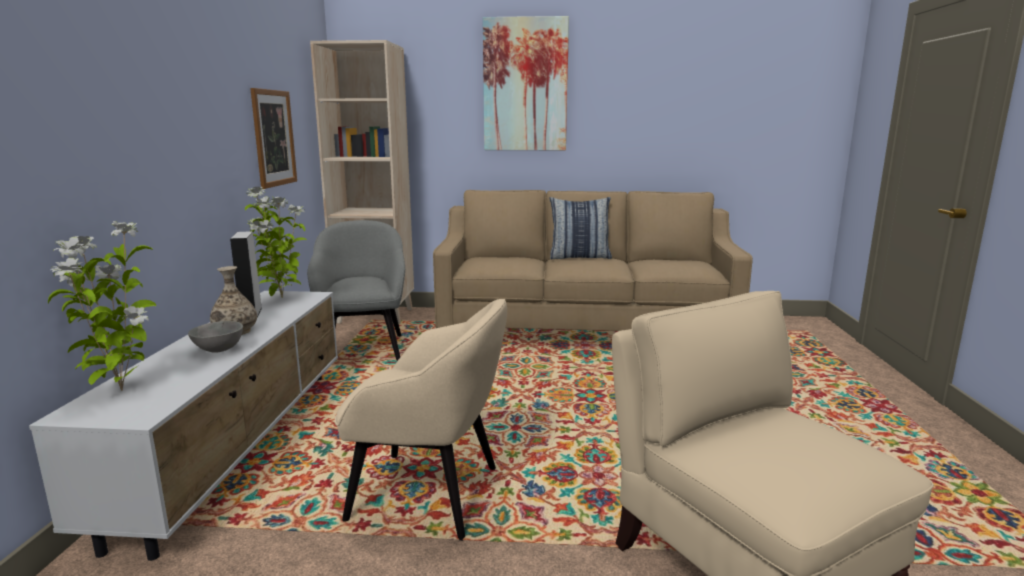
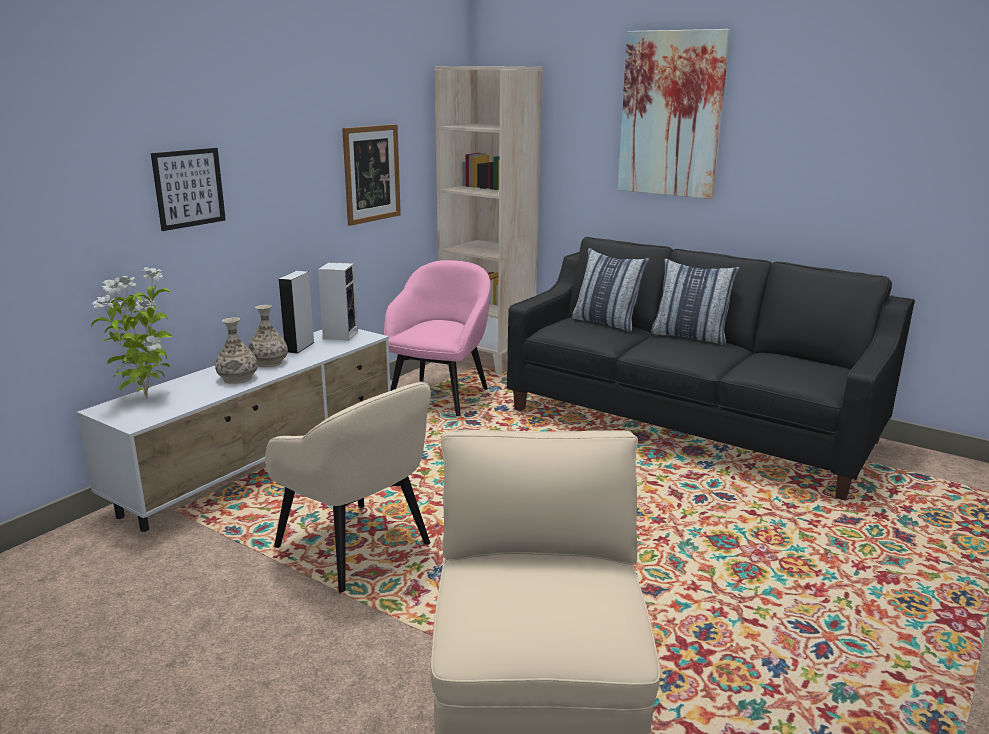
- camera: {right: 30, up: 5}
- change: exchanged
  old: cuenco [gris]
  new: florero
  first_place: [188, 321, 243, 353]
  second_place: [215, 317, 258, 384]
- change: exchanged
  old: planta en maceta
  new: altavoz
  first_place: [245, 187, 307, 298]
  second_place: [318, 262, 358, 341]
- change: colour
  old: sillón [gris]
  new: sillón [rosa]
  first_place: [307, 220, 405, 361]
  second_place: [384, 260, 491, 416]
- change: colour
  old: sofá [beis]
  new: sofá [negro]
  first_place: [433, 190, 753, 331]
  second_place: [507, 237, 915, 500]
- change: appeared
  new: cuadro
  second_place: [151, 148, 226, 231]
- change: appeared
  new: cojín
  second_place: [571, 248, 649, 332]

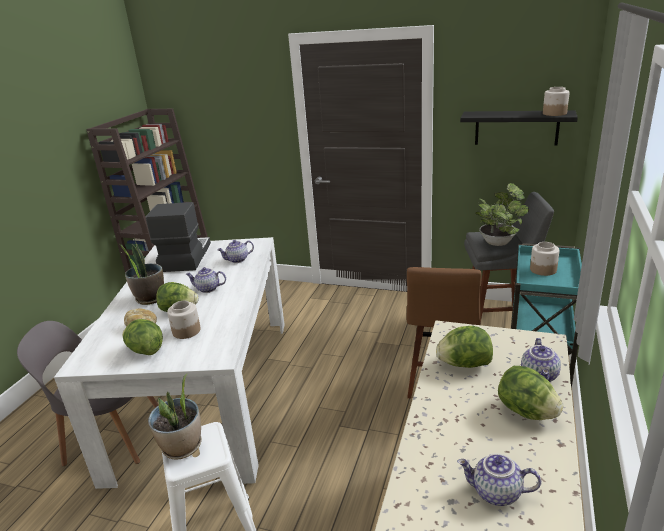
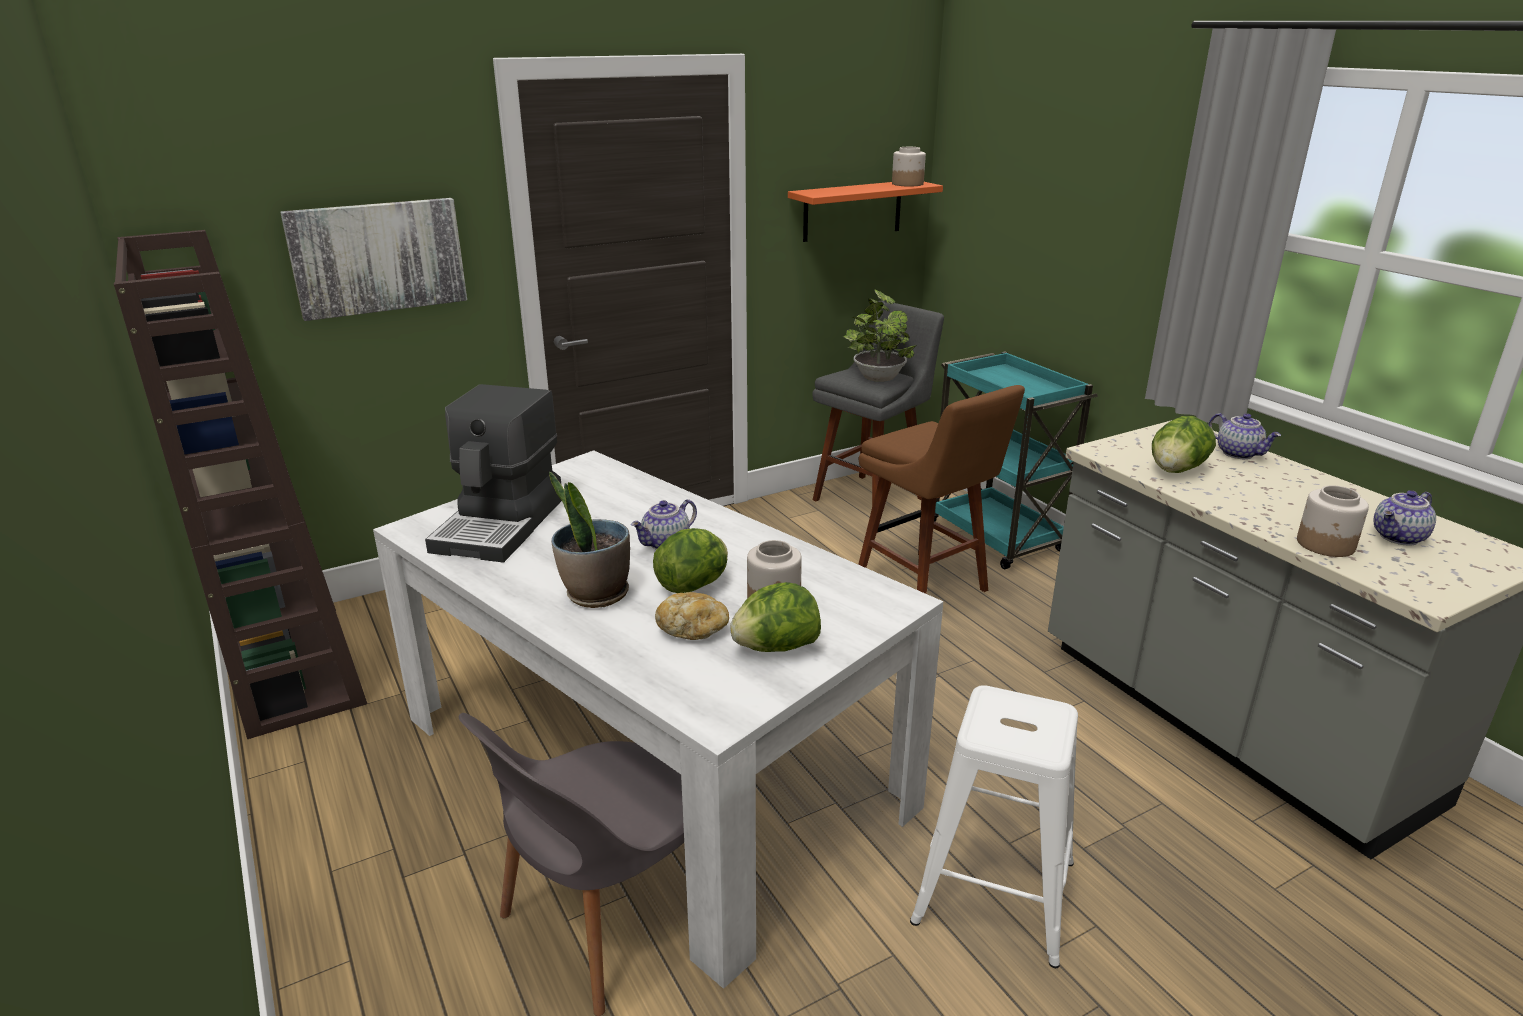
- camera: {right: -50, up: 0}
- change: spun
  old: cafetera
  first_place: [146, 202, 211, 272]
  second_place: [425, 384, 562, 563]
  degrees: -120
- change: missing
  old: planta en maceta
  first_place: [148, 373, 202, 459]
- change: missing
  old: tetera
  first_place: [217, 240, 254, 263]
- change: colour
  old: estante [negro]
  new: estante [naranja]
  first_place: [460, 110, 578, 146]
  second_place: [788, 182, 943, 242]
- change: missing
  old: lechuga
  first_place: [498, 366, 563, 420]
- change: relocated
  old: tarro
  first_place: [530, 242, 560, 276]
  second_place: [1297, 485, 1369, 557]
- change: appeared
  new: cuadro
  second_place: [280, 198, 467, 321]

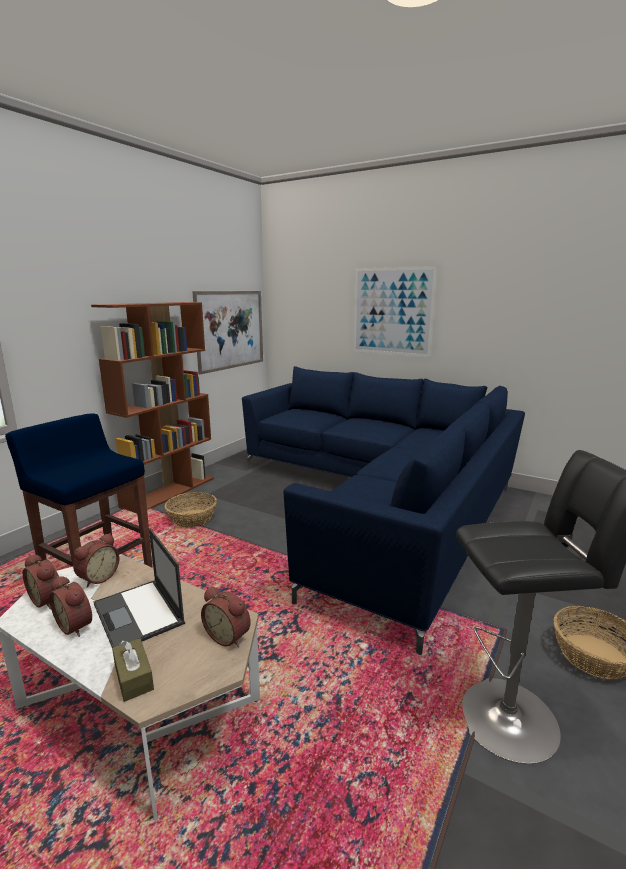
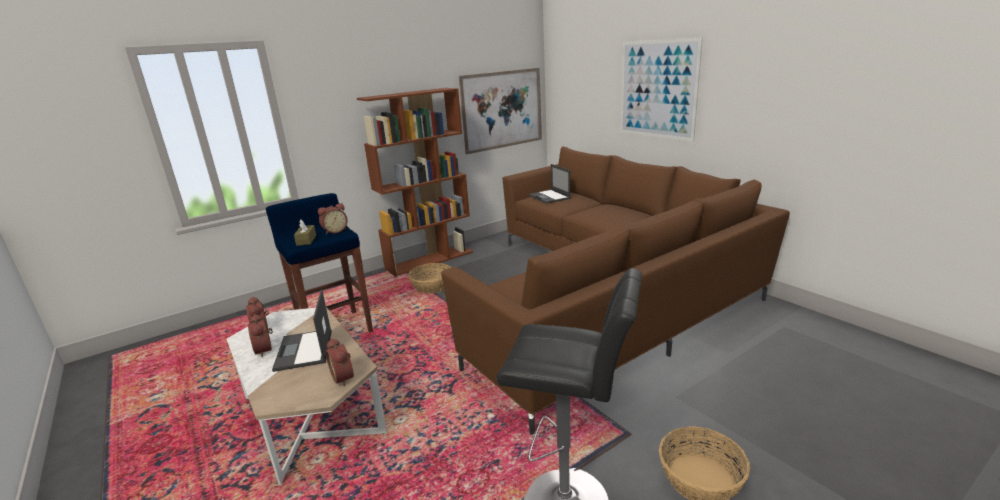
- camera: {right: 25, up: 5}
- change: relocated
  old: despertador
  first_place: [73, 533, 120, 588]
  second_place: [318, 203, 347, 235]
- change: relocated
  old: caja de pañuelos [marrón]
  first_place: [112, 638, 154, 702]
  second_place: [294, 220, 316, 246]
- change: colour
  old: sofá [azul]
  new: sofá [marrón]
  first_place: [242, 366, 525, 655]
  second_place: [441, 147, 790, 435]
- change: appeared
  new: portátil
  second_place: [529, 164, 571, 204]

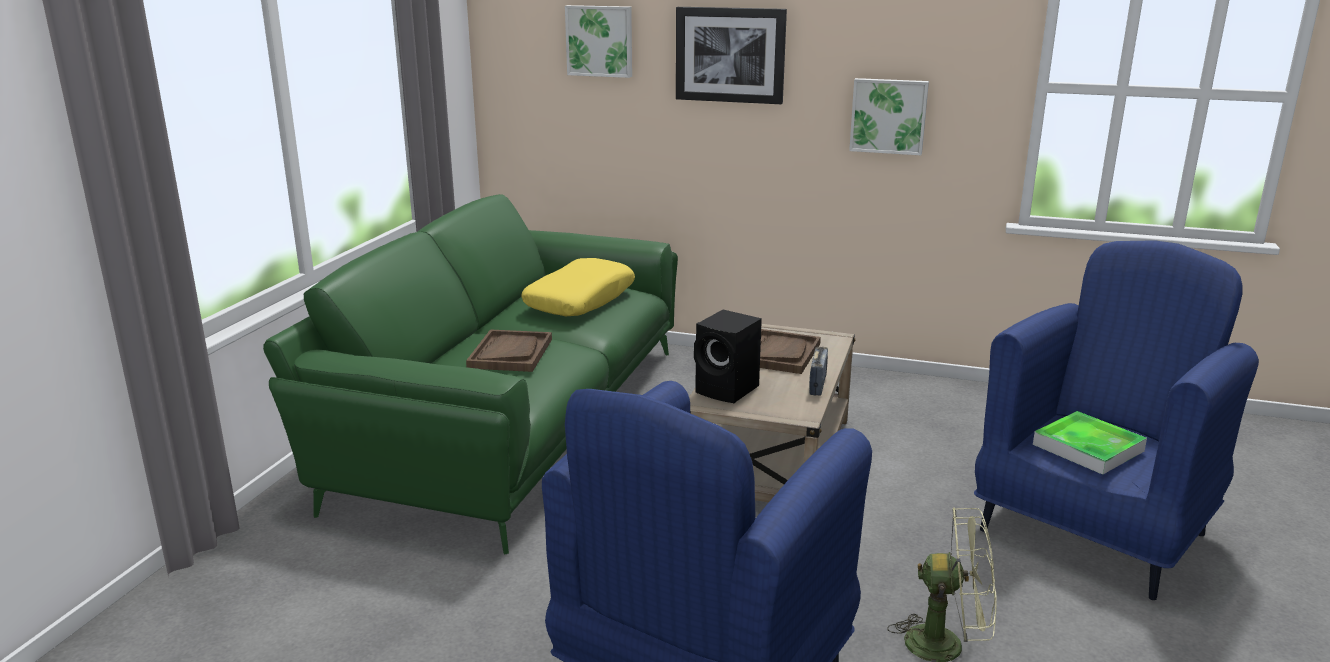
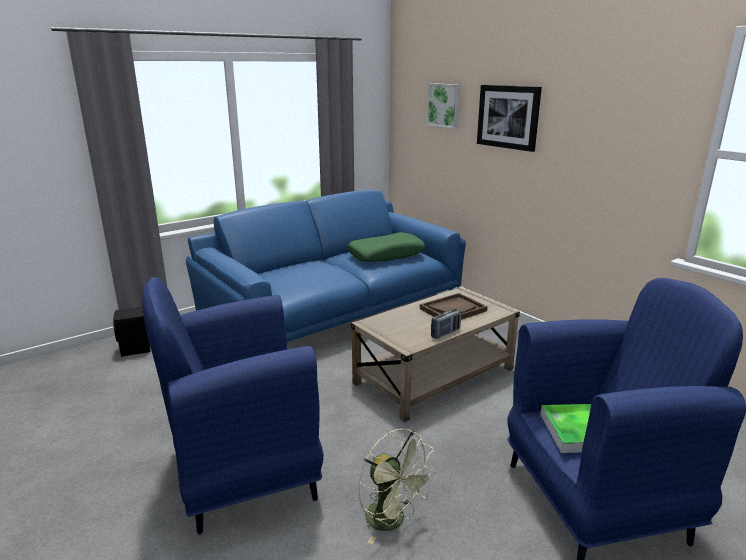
- camera: {right: 35, up: 0}
- change: colour
  old: sofá [verde]
  new: sofá [azul]
  first_place: [263, 194, 678, 554]
  second_place: [186, 190, 466, 342]
- change: missing
  old: bandeja [marrón]
  first_place: [466, 329, 552, 372]
- change: colour
  old: cojín [amarillo]
  new: cojín [verde]
  first_place: [521, 258, 635, 316]
  second_place: [348, 232, 425, 262]
- change: relocated
  old: altavoz [negro]
  first_place: [694, 310, 762, 403]
  second_place: [113, 307, 151, 357]
- change: missing
  old: cuadro
  first_place: [849, 78, 929, 155]

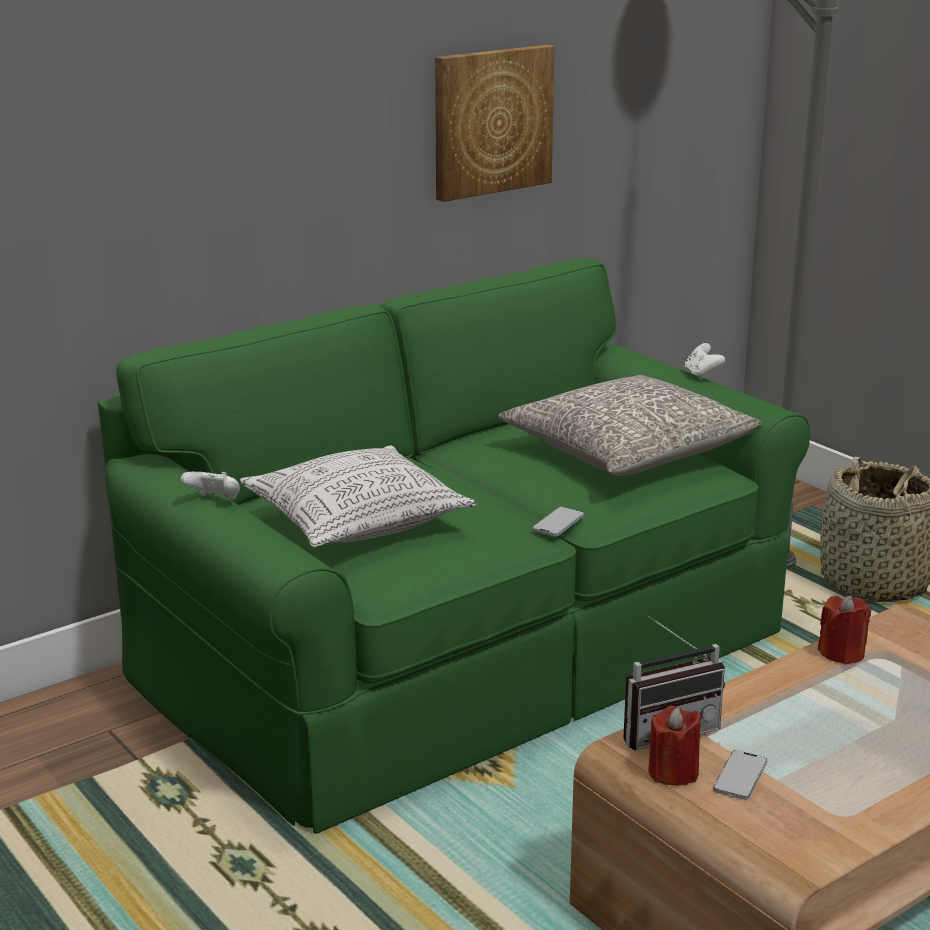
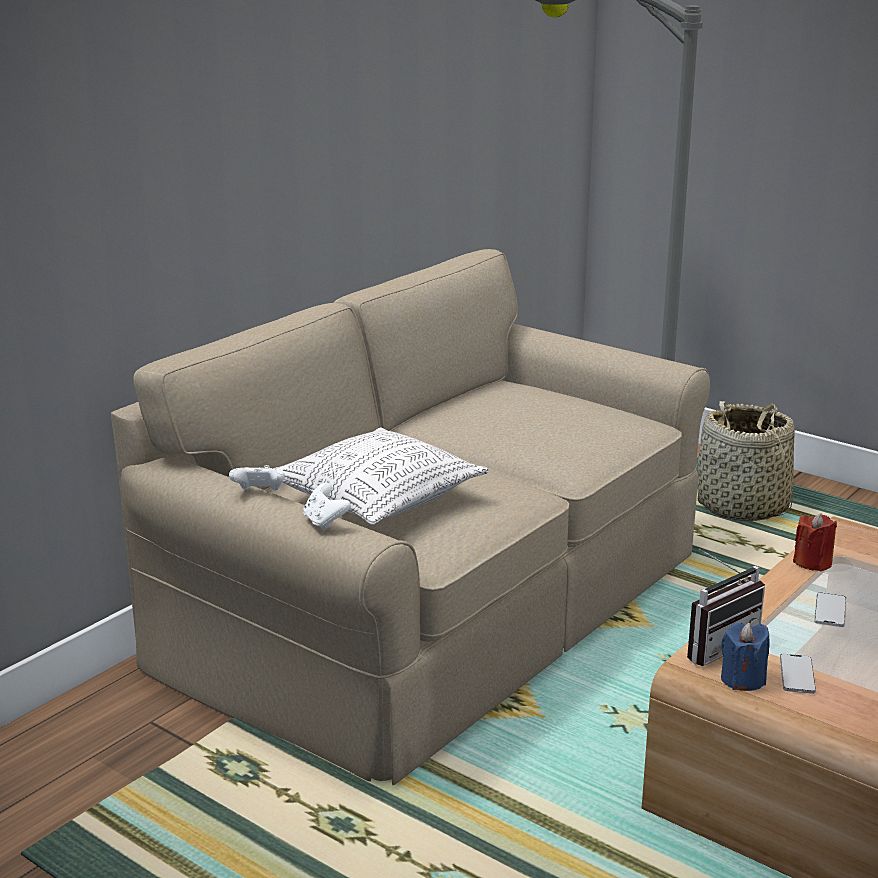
- camera: {right: -15, up: 0}
- change: colour
  old: sofá [verde]
  new: sofá [beis]
  first_place: [98, 258, 810, 834]
  second_place: [111, 249, 710, 785]
- change: missing
  old: cuadro
  first_place: [435, 45, 555, 202]
- change: missing
  old: cojín [gris]
  first_place: [498, 375, 762, 476]
- change: relocated
  old: móvil
  first_place: [532, 506, 585, 536]
  second_place: [814, 592, 846, 627]
- change: colour
  old: vela [rojo]
  new: vela [azul]
  first_place: [648, 706, 702, 786]
  second_place: [721, 623, 770, 691]
- change: relocated
  old: mando de consola [blanco]
  first_place: [685, 343, 725, 380]
  second_place: [303, 482, 351, 531]

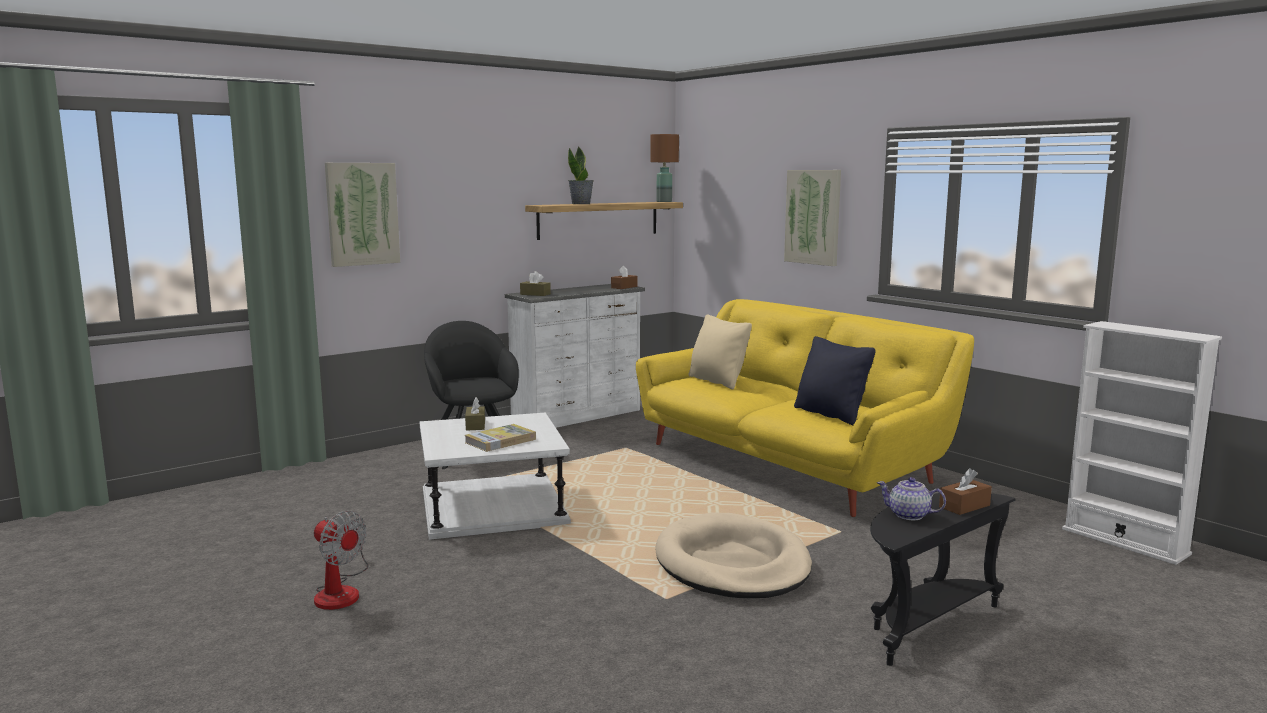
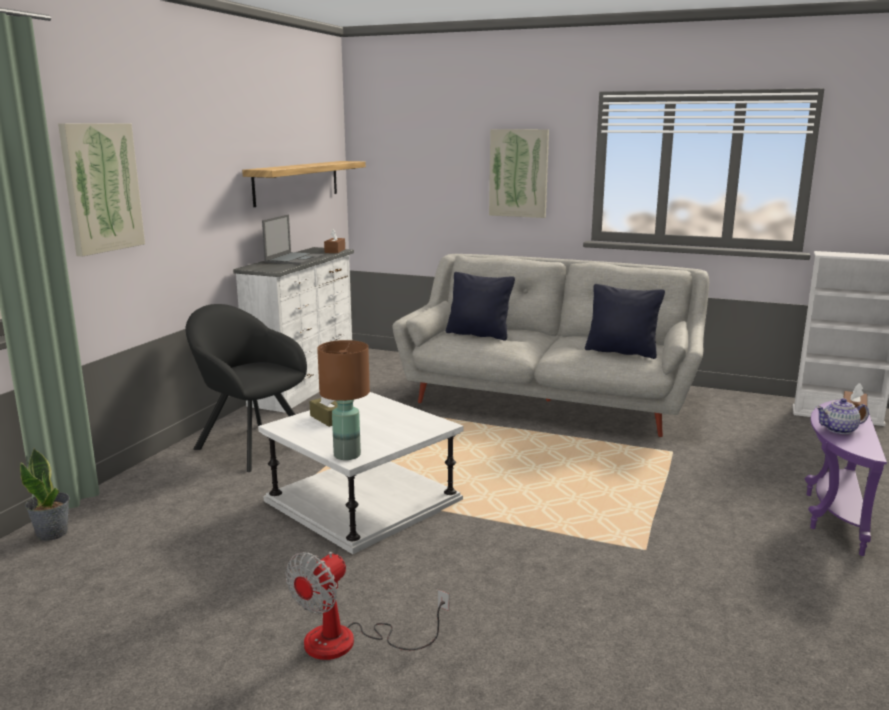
- camera: {right: -30, up: 5}
- change: spun
  old: ventilador
  first_place: [314, 511, 368, 610]
  second_place: [285, 552, 449, 660]
  degrees: 120
- change: missing
  old: libro
  first_place: [465, 424, 536, 452]
- change: missing
  old: caja de pañuelos [marrón]
  first_place: [520, 271, 551, 296]
- change: relocated
  old: planta en maceta
  first_place: [568, 147, 594, 204]
  second_place: [20, 448, 70, 541]
- change: colour
  old: sofá [amarillo]
  new: sofá [gris]
  first_place: [636, 299, 974, 517]
  second_place: [393, 254, 709, 437]
- change: relocated
  old: lámpara de mesa [marrón]
  first_place: [650, 134, 679, 202]
  second_place: [317, 340, 370, 460]
- change: missing
  old: cama para perro [beis]
  first_place: [655, 513, 812, 598]
- change: colour
  old: cojín [beis]
  new: cojín [negro]
  first_place: [689, 314, 752, 389]
  second_place: [446, 272, 515, 341]
- change: colour
  old: mesa auxiliar [negro]
  new: mesa auxiliar [morado]
  first_place: [870, 493, 1016, 666]
  second_place: [805, 399, 887, 556]
- change: appeared
  new: portátil
  second_place: [262, 215, 324, 265]

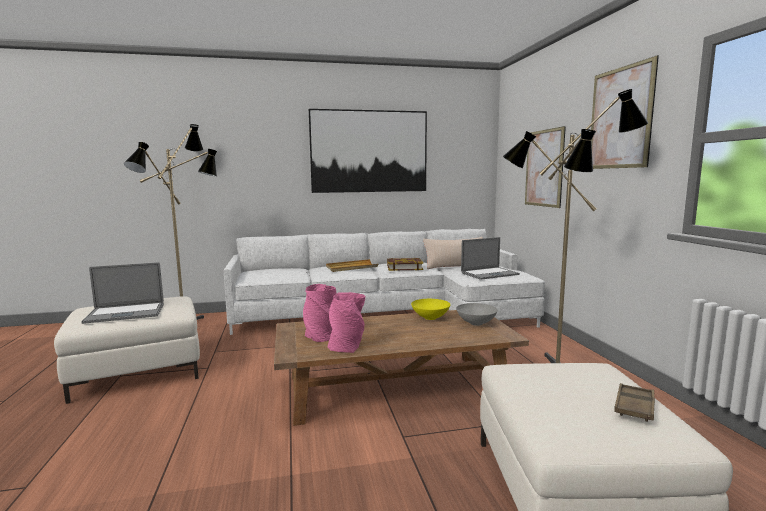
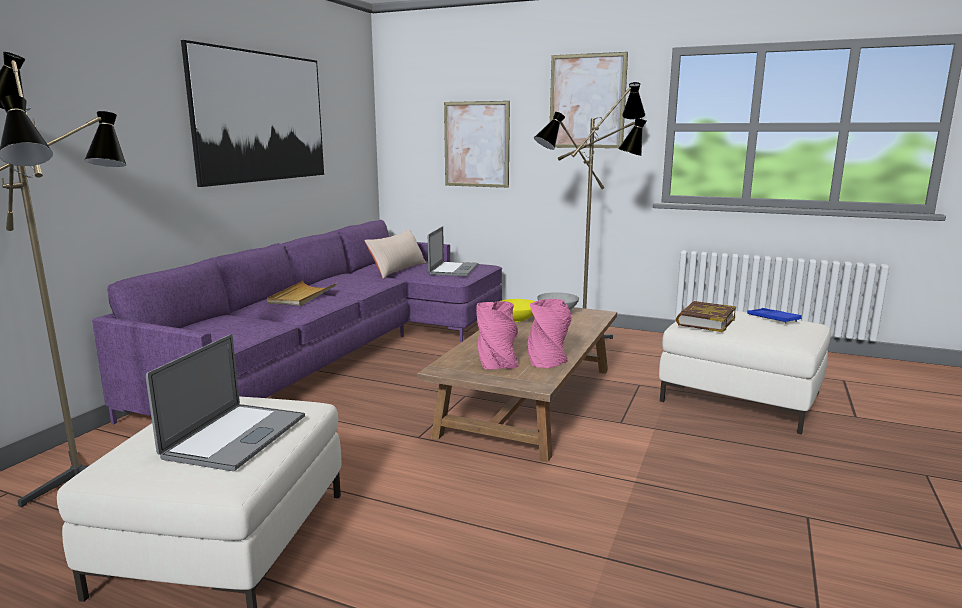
- camera: {right: -55, up: 5}
- change: colour
  old: sofá [blanco]
  new: sofá [morado]
  first_place: [224, 229, 545, 335]
  second_place: [92, 220, 502, 424]
- change: relocated
  old: libro
  first_place: [387, 258, 423, 271]
  second_place: [676, 301, 736, 332]
- change: colour
  old: bandeja [marrón]
  new: bandeja [azul]
  first_place: [614, 383, 655, 422]
  second_place: [747, 308, 802, 323]

